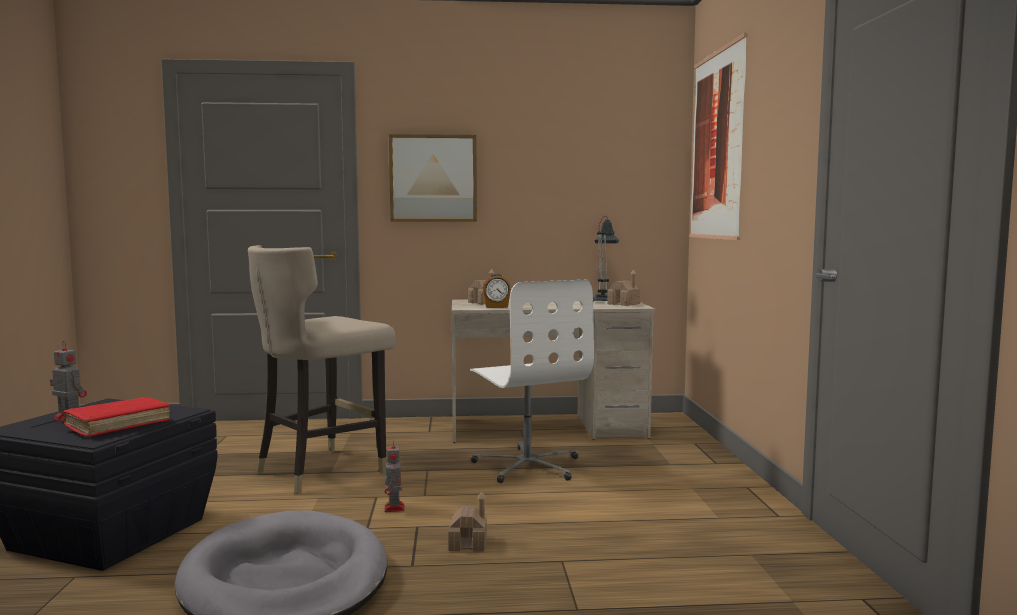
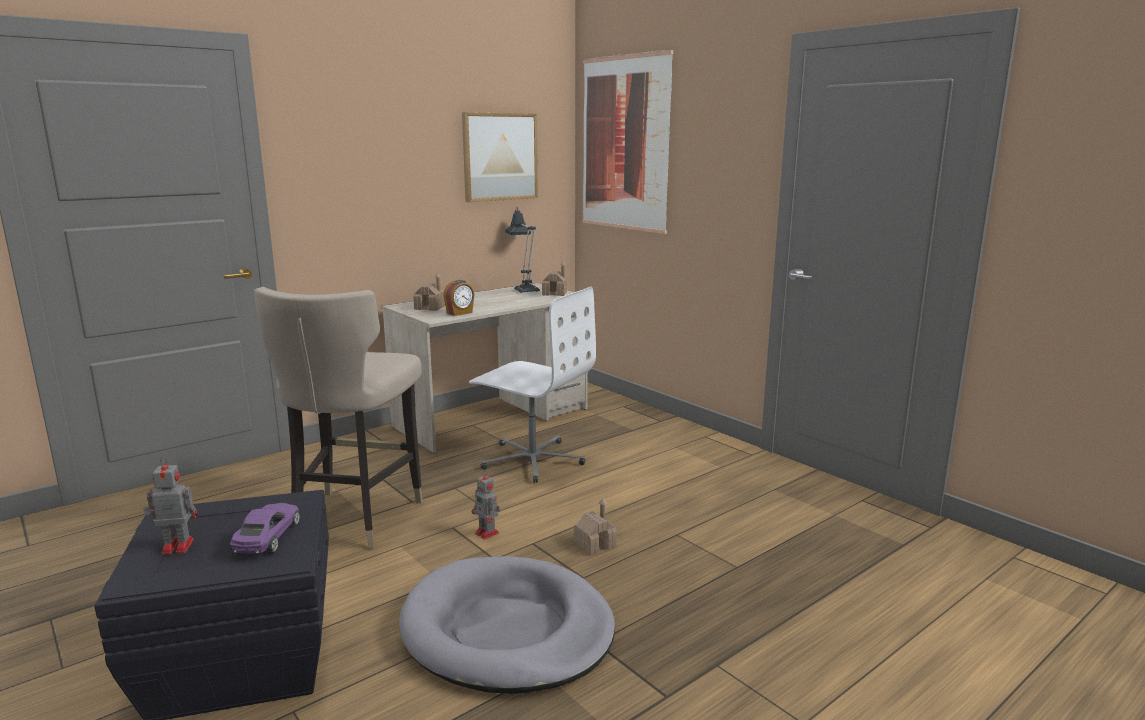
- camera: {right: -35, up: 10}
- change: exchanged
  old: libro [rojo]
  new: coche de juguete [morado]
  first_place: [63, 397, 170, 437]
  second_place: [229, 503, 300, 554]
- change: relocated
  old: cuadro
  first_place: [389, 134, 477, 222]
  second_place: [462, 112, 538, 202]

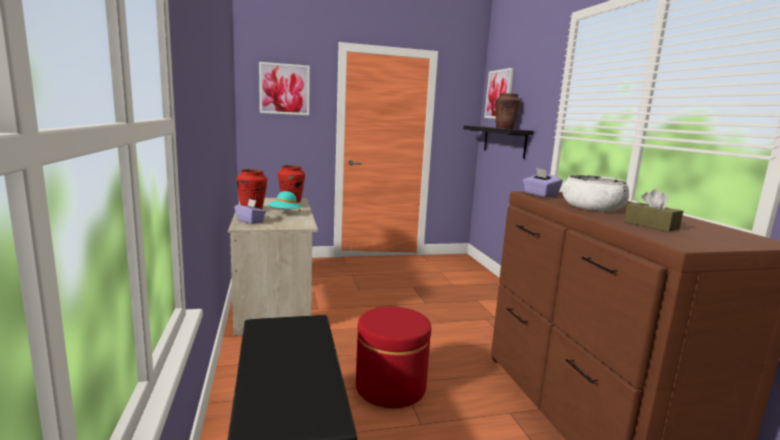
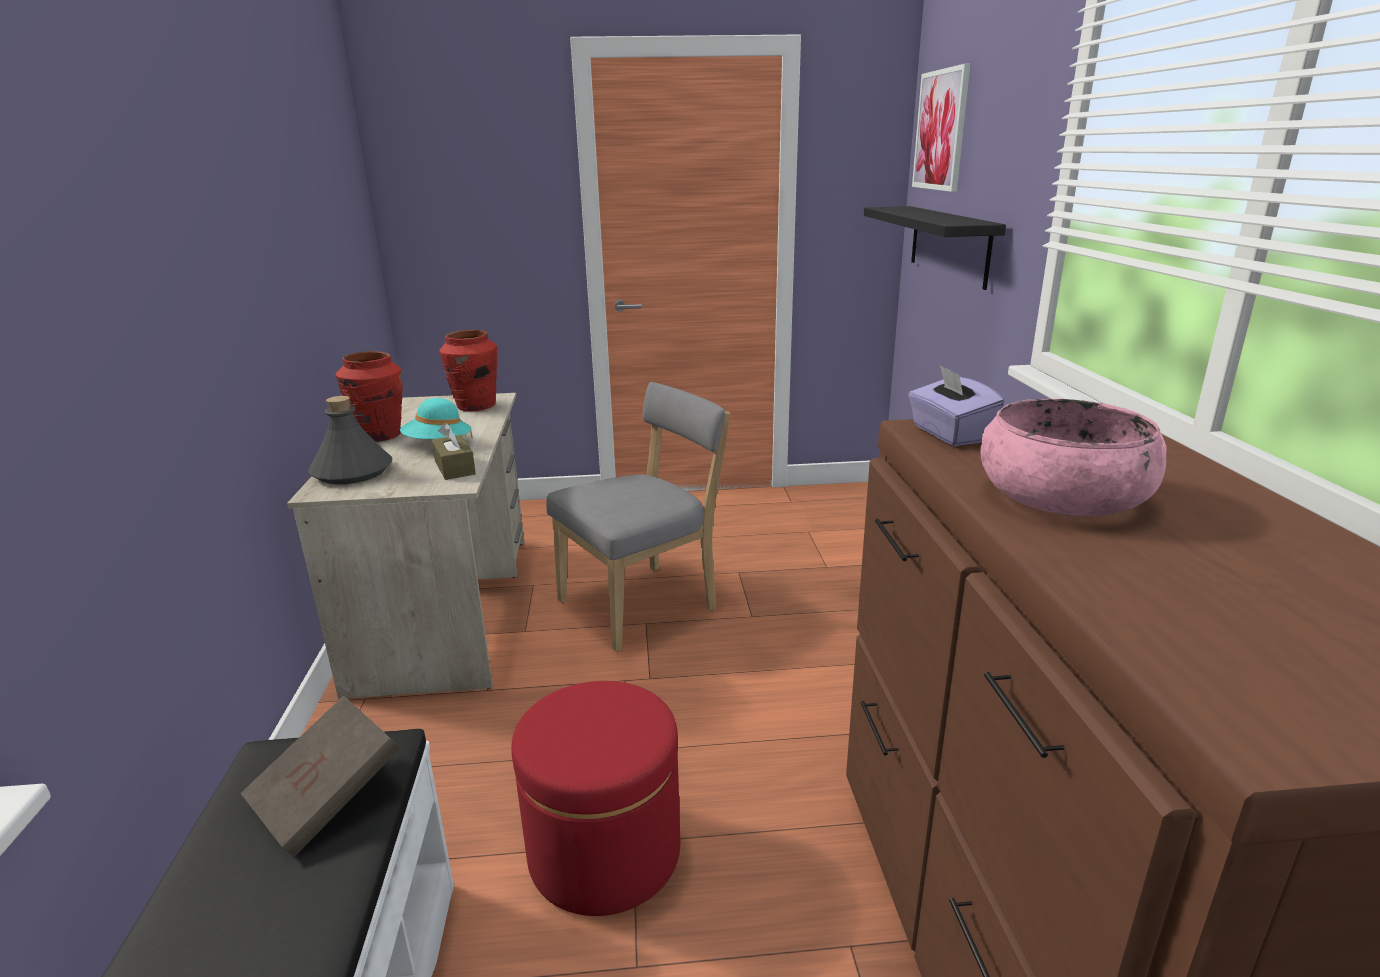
- camera: {right: 10, up: 10}
- change: exchanged
  old: caja de pañuelos [morado]
  new: botella [gris]
  first_place: [234, 199, 266, 224]
  second_place: [308, 396, 392, 484]
- change: missing
  old: cuadro
  first_place: [259, 62, 310, 115]
- change: missing
  old: florero [marrón]
  first_place: [495, 93, 521, 129]
- change: colour
  old: cuenco [blanco]
  new: cuenco [rosa]
  first_place: [562, 175, 629, 211]
  second_place: [981, 399, 1166, 516]
- change: relocated
  old: caja de pañuelos [marrón]
  first_place: [624, 189, 683, 232]
  second_place: [432, 423, 476, 480]
- change: appeared
  new: libro [marrón]
  second_place: [241, 696, 400, 856]
- change: appeared
  new: silla [gris]
  second_place: [546, 382, 731, 652]

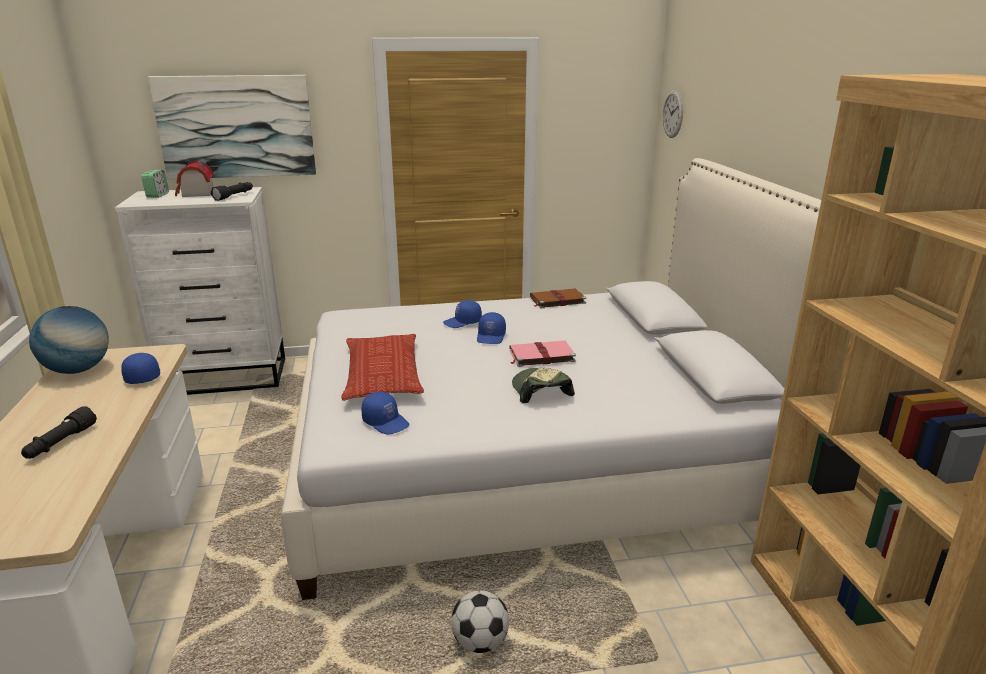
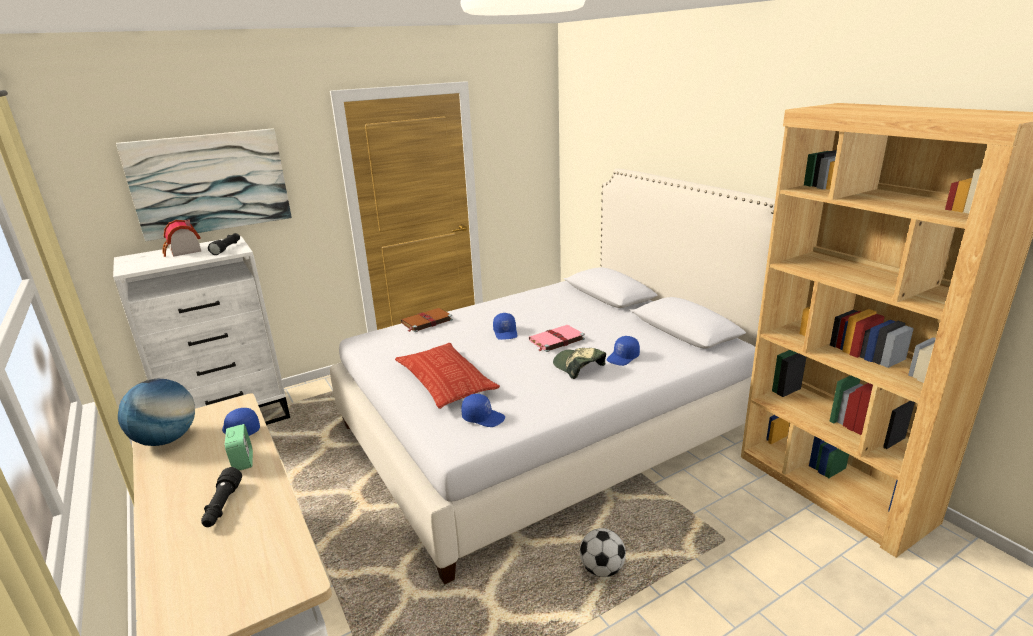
- camera: {right: -20, up: 0}
- change: relocated
  old: despertador
  first_place: [141, 170, 169, 198]
  second_place: [225, 424, 253, 471]
- change: relocated
  old: gorra [azul]
  first_place: [443, 300, 482, 328]
  second_place: [606, 336, 640, 366]
- change: relocated
  old: libro [marrón]
  first_place: [530, 289, 586, 308]
  second_place: [401, 308, 453, 332]
- change: missing
  old: reloj de pared
  first_place: [663, 90, 683, 138]

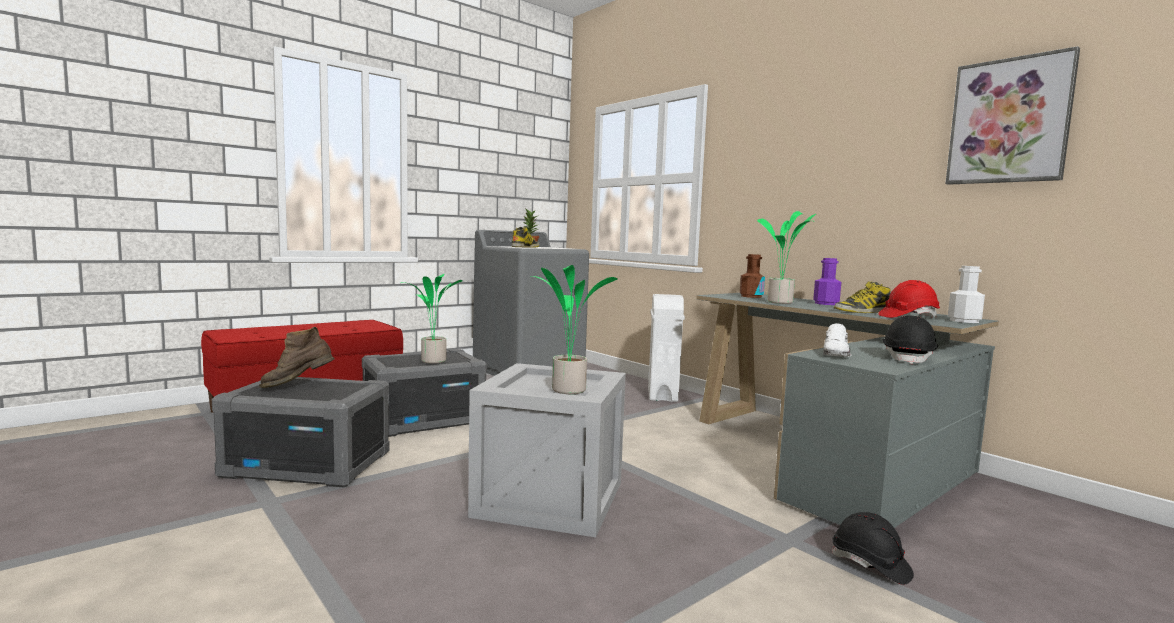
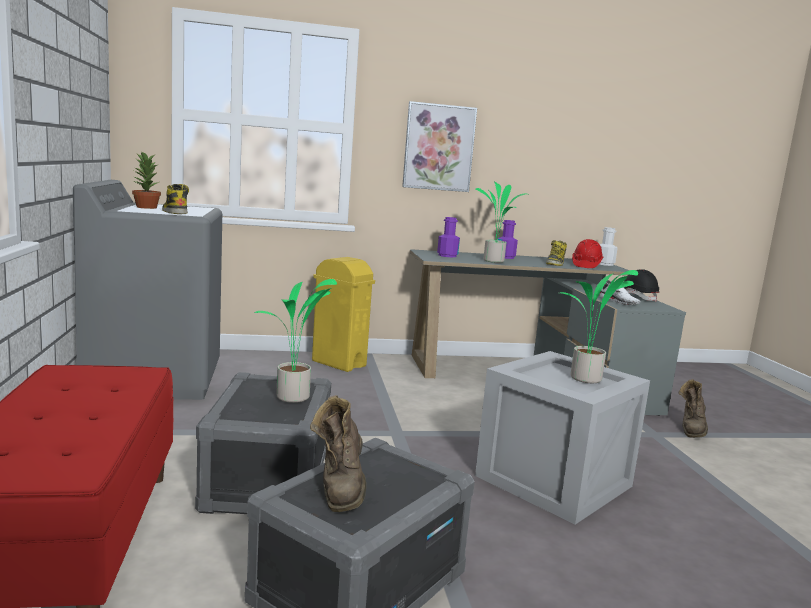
- camera: {right: -60, up: 5}
- change: colour
  old: papelera [blanco]
  new: papelera [amarillo]
  first_place: [648, 294, 685, 402]
  second_place: [312, 257, 375, 372]
- change: colour
  old: botella [marrón]
  new: botella [morado]
  first_place: [740, 254, 765, 298]
  second_place: [437, 217, 460, 257]
- change: exchanged
  old: casco [negro]
  new: bota [marrón]
  first_place: [832, 512, 914, 585]
  second_place: [679, 379, 708, 438]
- change: relocated
  old: cuadro
  first_place: [945, 46, 1080, 185]
  second_place: [402, 101, 477, 192]

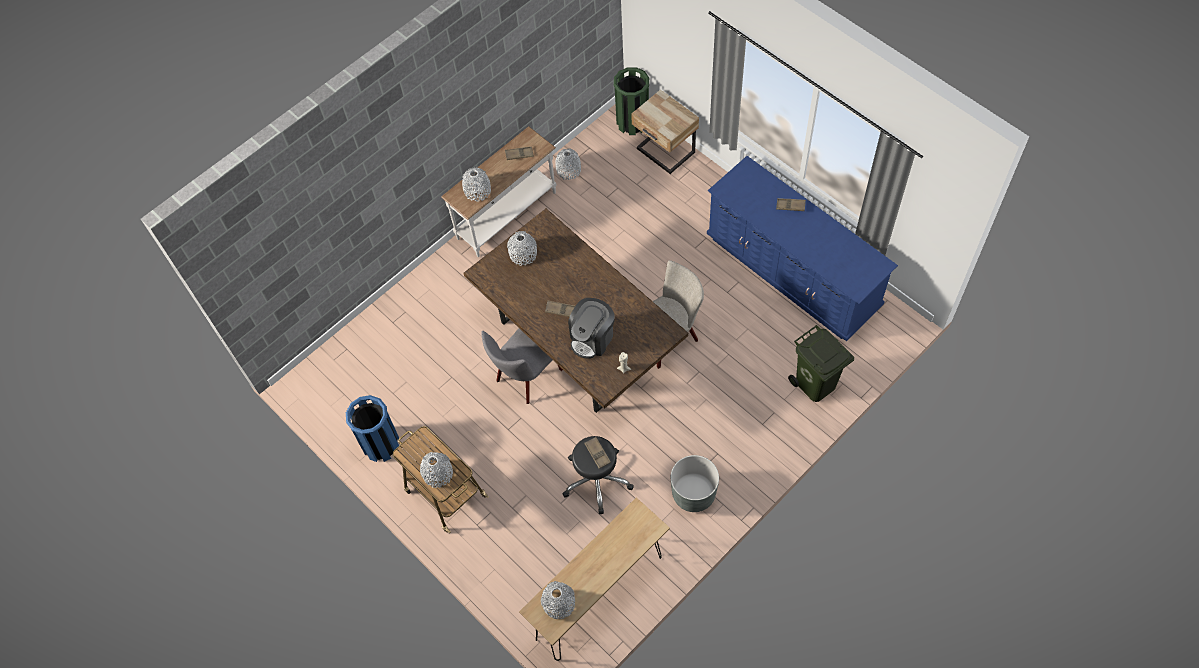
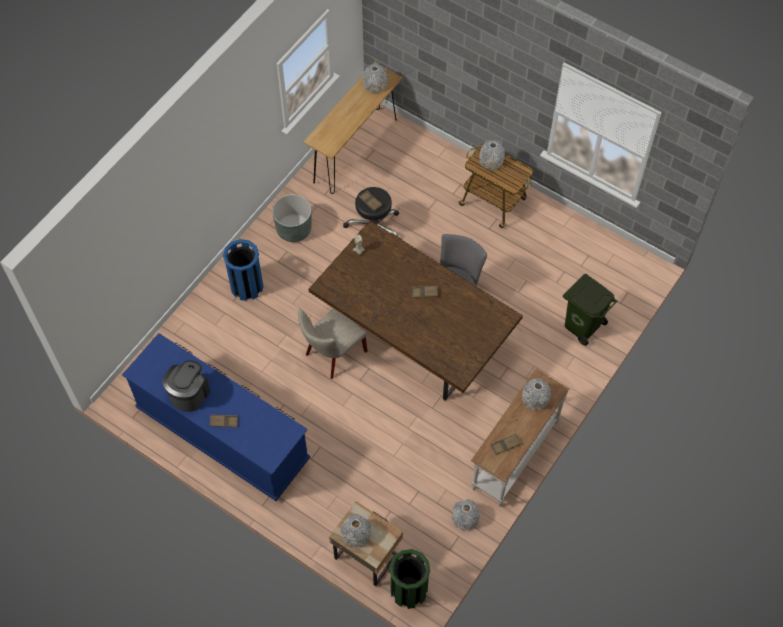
- camera: {right: 165, up: 0}
- change: relocated
  old: papelera [azul]
  first_place: [346, 395, 399, 462]
  second_place: [223, 239, 264, 301]
- change: relocated
  old: florero [gris]
  first_place: [507, 231, 537, 266]
  second_place: [341, 514, 371, 548]
- change: relocated
  old: cafetera
  first_place: [568, 298, 615, 359]
  second_place: [162, 360, 210, 412]
- change: relocated
  old: papelera [verde]
  first_place: [788, 325, 854, 402]
  second_place: [563, 274, 618, 346]

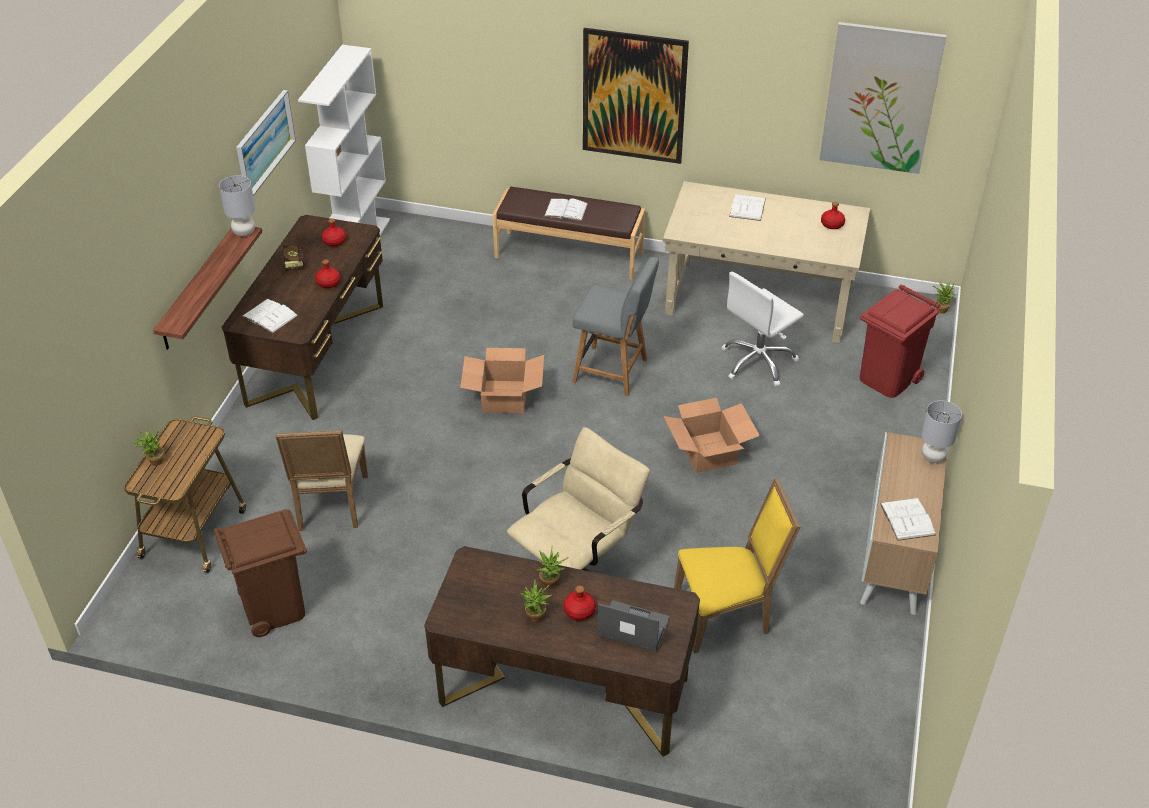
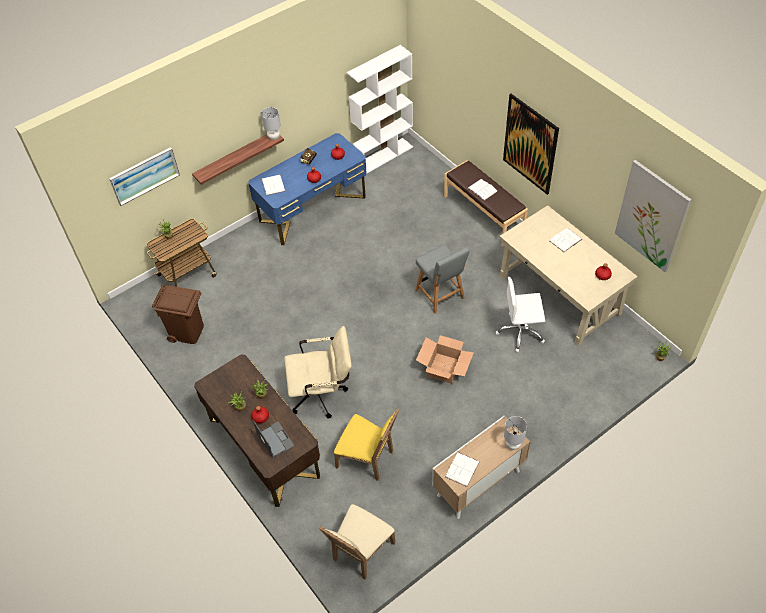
- camera: {right: 40, up: 10}
- change: colour
  old: escritorio [marrón]
  new: escritorio [azul]
  first_place: [222, 215, 383, 420]
  second_place: [248, 133, 367, 245]
- change: relocated
  old: cuadro
  first_place: [236, 90, 296, 196]
  second_place: [109, 147, 180, 206]
- change: relocated
  old: silla [beis]
  first_place: [276, 430, 368, 531]
  second_place: [319, 504, 396, 580]
- change: missing
  old: caja de cartón
  first_place: [460, 348, 544, 413]
- change: missing
  old: papelera [rojo]
  first_place: [860, 285, 940, 398]

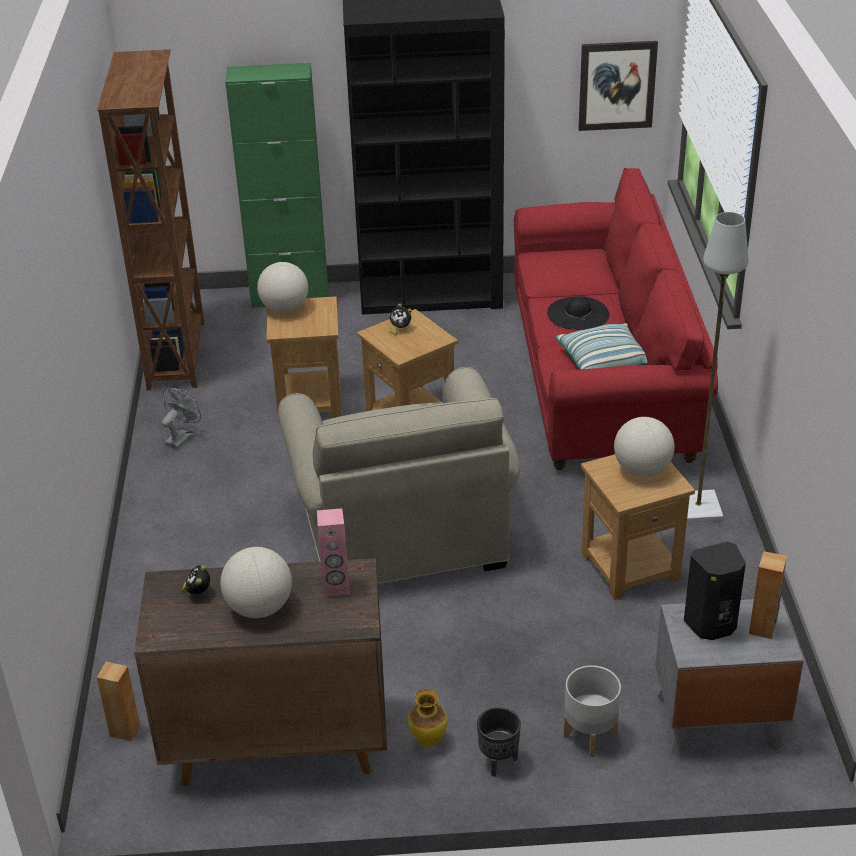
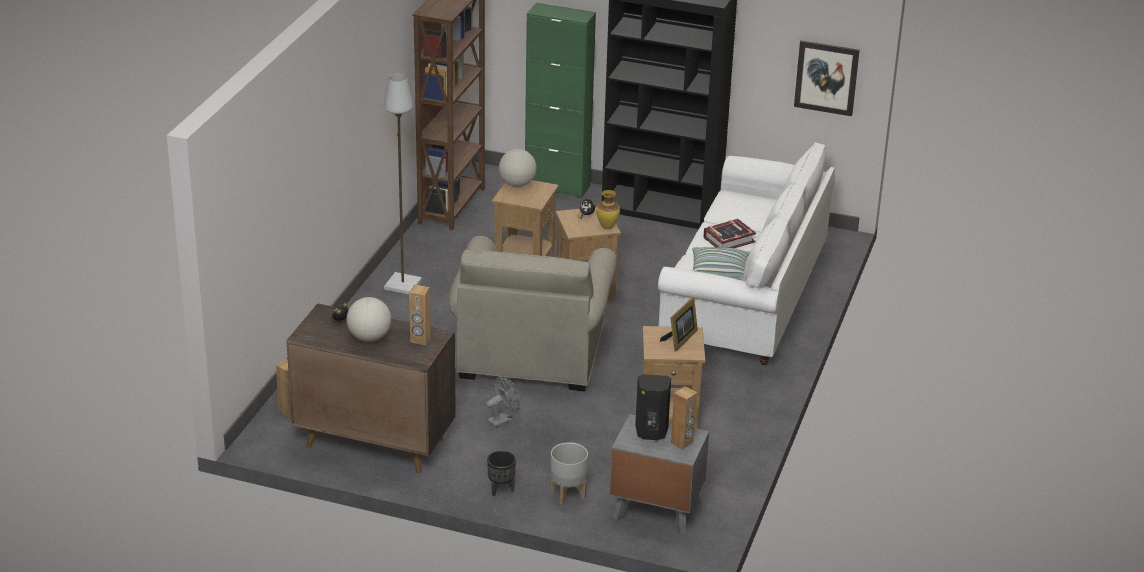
- camera: {right: 20, up: -5}
- change: relocated
  old: ventilador [gris]
  first_place: [162, 388, 201, 449]
  second_place: [486, 377, 521, 427]
- change: colour
  old: altavoz [rosa]
  new: altavoz [marrón]
  first_place: [317, 508, 350, 596]
  second_place: [409, 284, 431, 345]
- change: relocated
  old: florero
  first_place: [408, 689, 447, 748]
  second_place: [596, 190, 620, 229]
- change: colour
  old: sofá [rojo]
  new: sofá [blanco]
  first_place: [514, 168, 718, 470]
  second_place: [658, 142, 835, 365]
- change: exchanged
  old: sombrero [negro]
  new: libro
  first_place: [547, 296, 609, 330]
  second_place: [703, 219, 756, 248]
- change: exchanged
  old: globo terráqueo
  new: portarretratos
  first_place: [614, 417, 675, 477]
  second_place: [660, 297, 698, 351]
- change: relocated
  old: lámpara de pie [gris]
  first_place: [687, 212, 748, 523]
  second_place: [384, 74, 422, 295]

